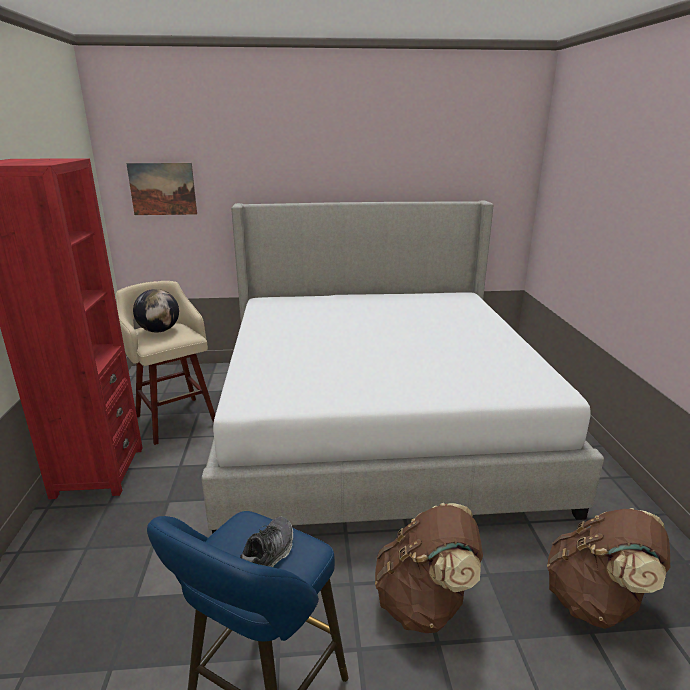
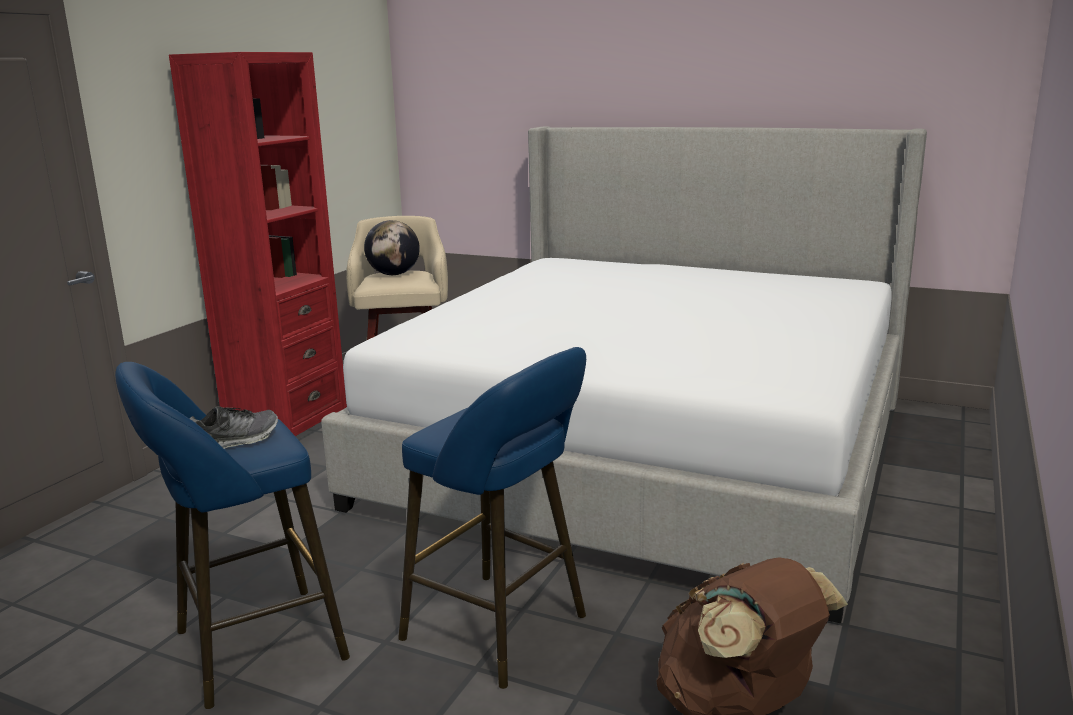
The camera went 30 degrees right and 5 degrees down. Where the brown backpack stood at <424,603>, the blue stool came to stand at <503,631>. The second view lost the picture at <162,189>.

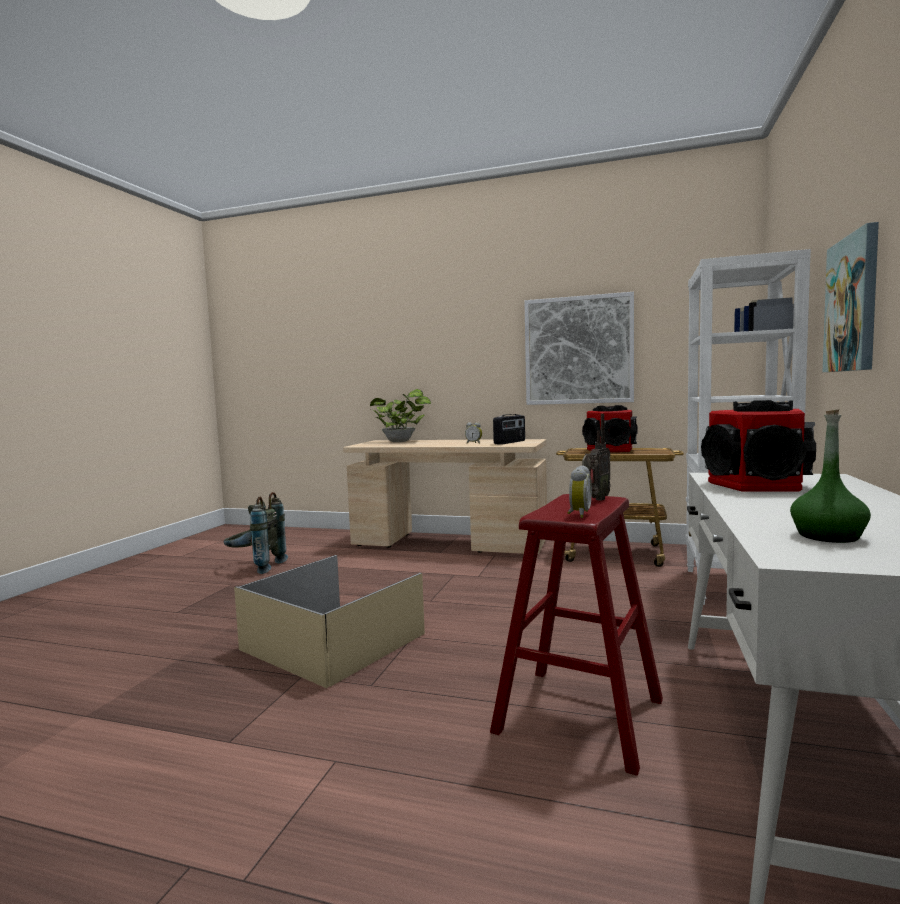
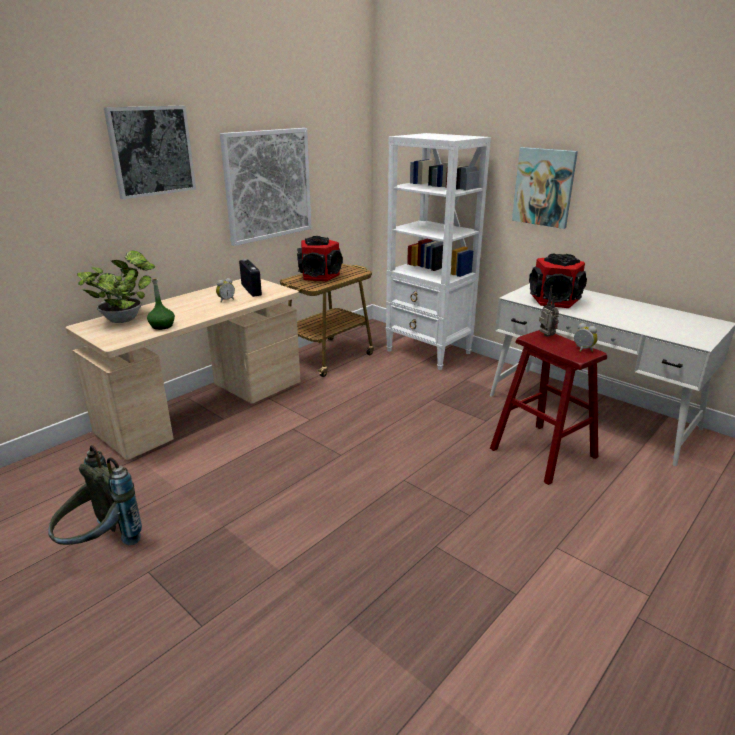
The camera went 65 degrees left and 20 degrees up. The second view gained the picture at <151,151>. The green bottle ended up elsewhere, having gone from <827,536> to <162,326>. The second view lost the beige storage box at <335,642>.

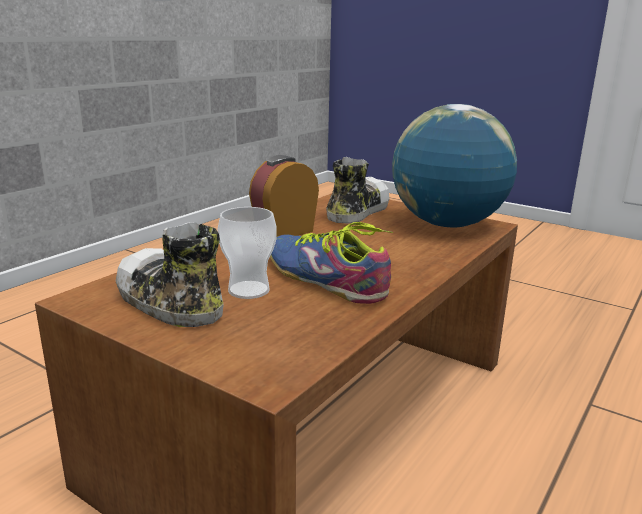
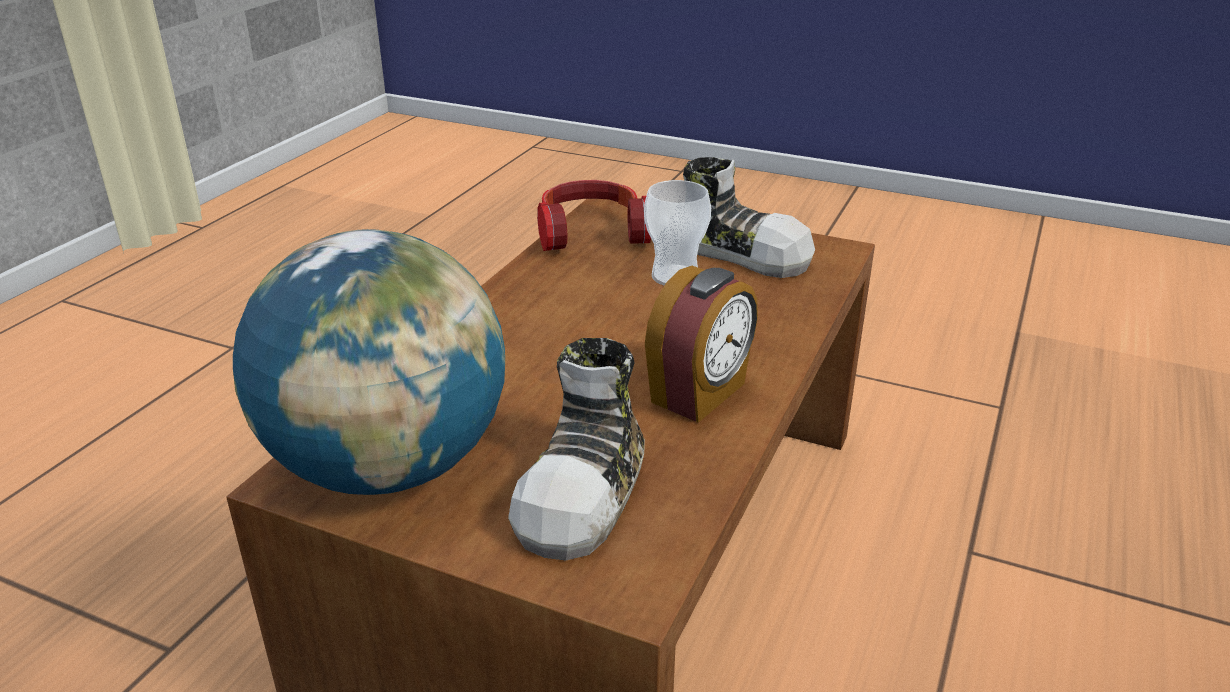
The camera went 170 degrees right and 10 degrees up. The second view gained the headphones at <591,232>. The second view lost the shoe at <324,279>.

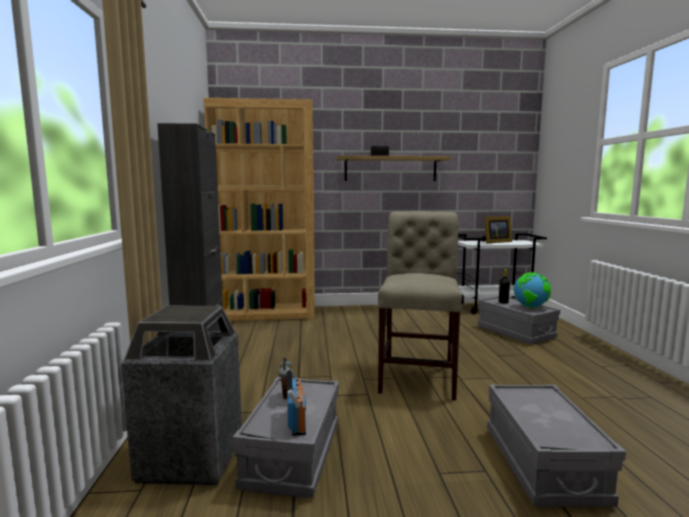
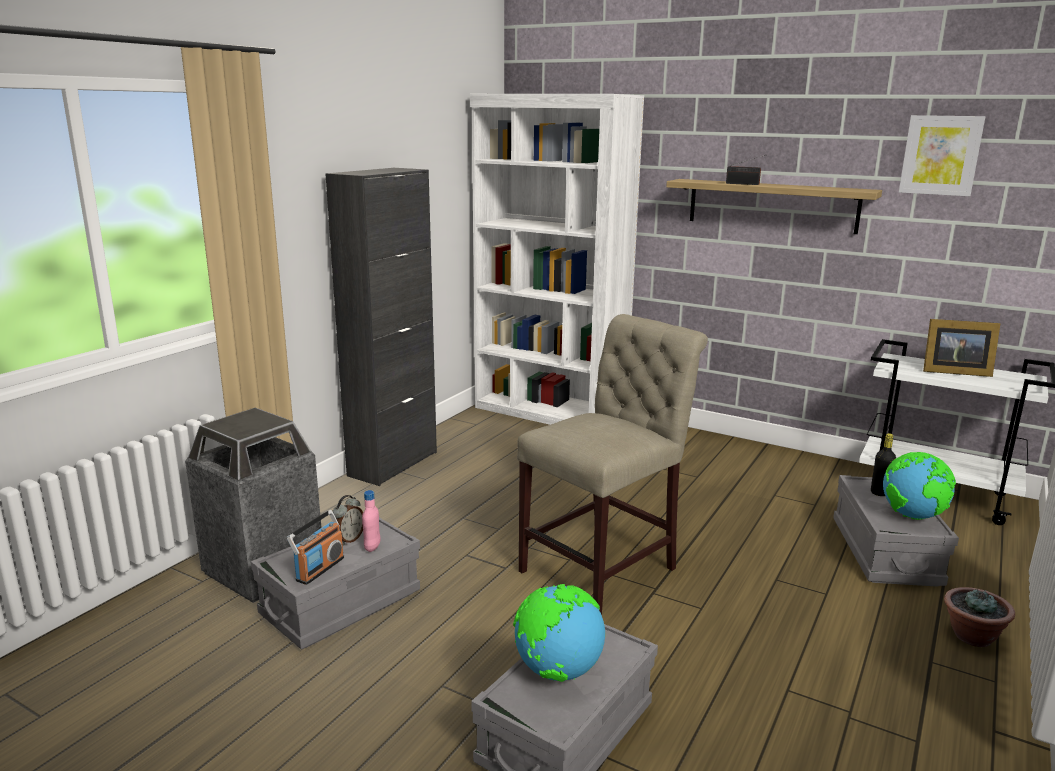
The camera went 35 degrees right and 10 degrees up. The second view gained the pink bottle at <372,547>. What was the brown bookcase at <267,313> turned into the white bookcase at <549,412>. The second view gained the globe at <557,672>. The second view gained the picture at <940,155>. The second view gained the potted plant at <971,636>.

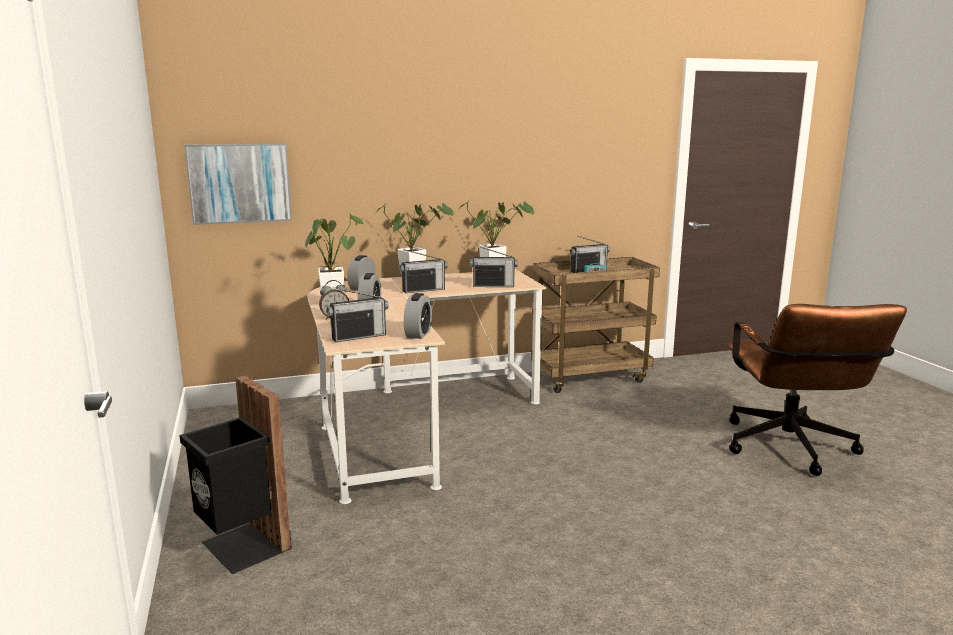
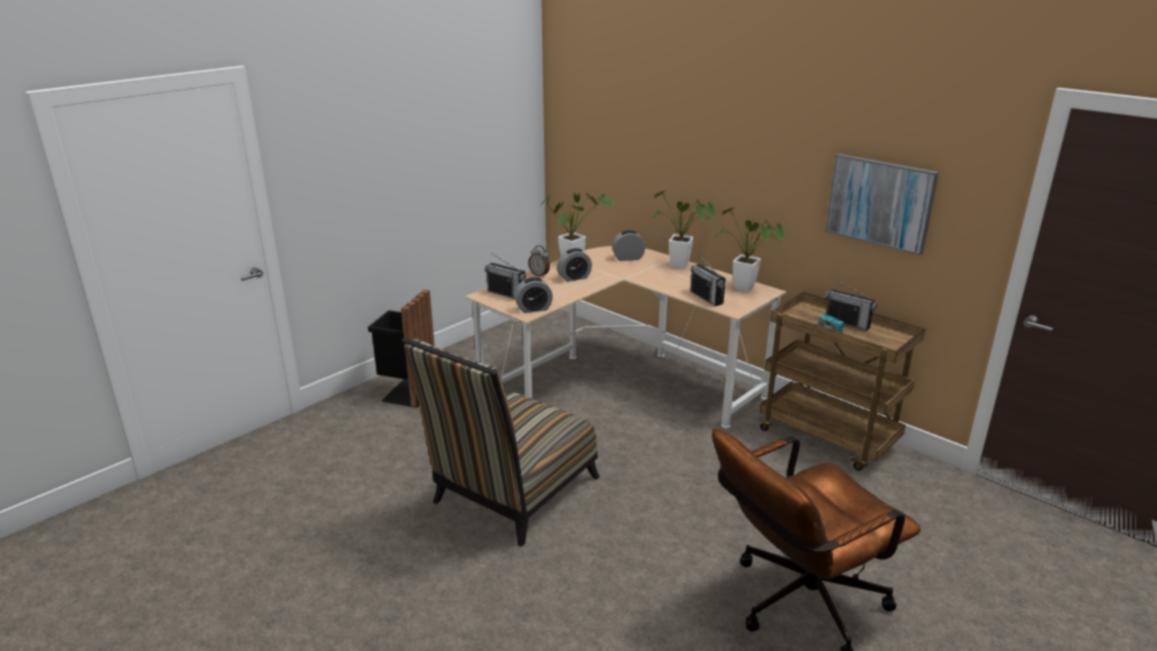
The camera went 60 degrees right and 10 degrees up. The second view gained the chair at <510,495>. The picture ended up elsewhere, having gone from <239,183> to <880,202>. The second view lost the radio at <423,290>.

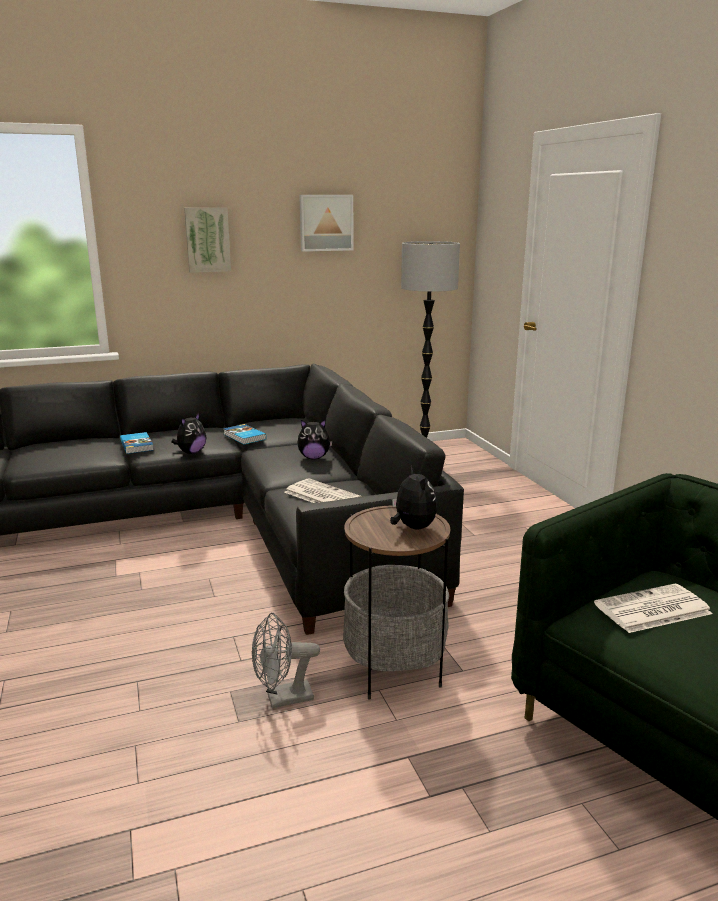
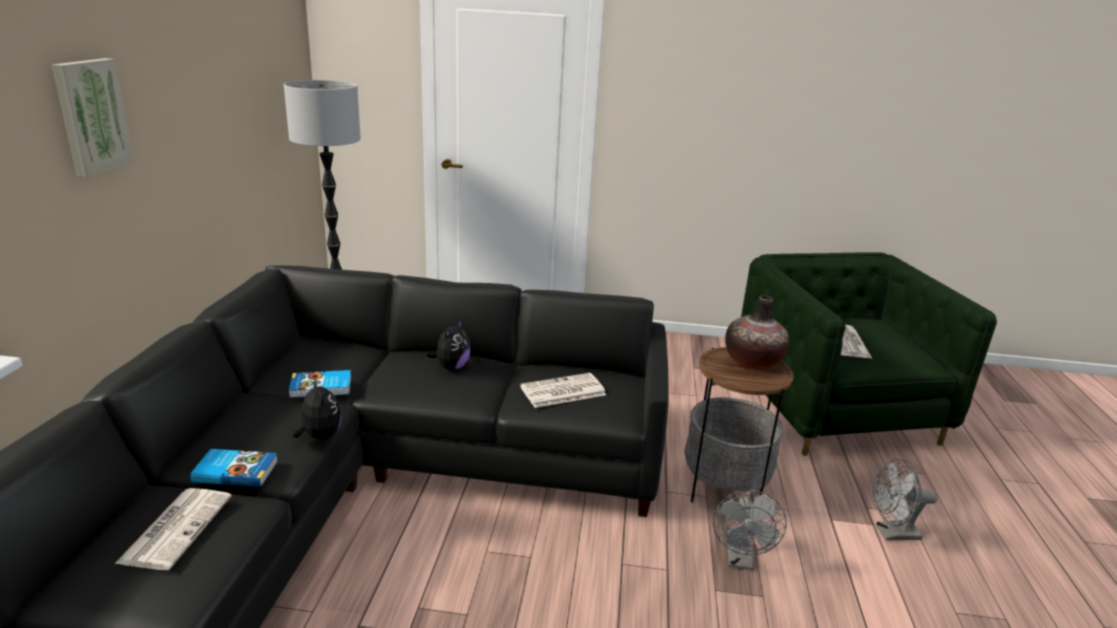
The camera went 65 degrees left and 5 degrees up. The second view gained the newspaper at <176,527>. Where the plush toy stood at <412,527>, the vase came to stand at <752,362>. The second view gained the grey fan at <891,533>. The second view lost the picture at <326,223>.

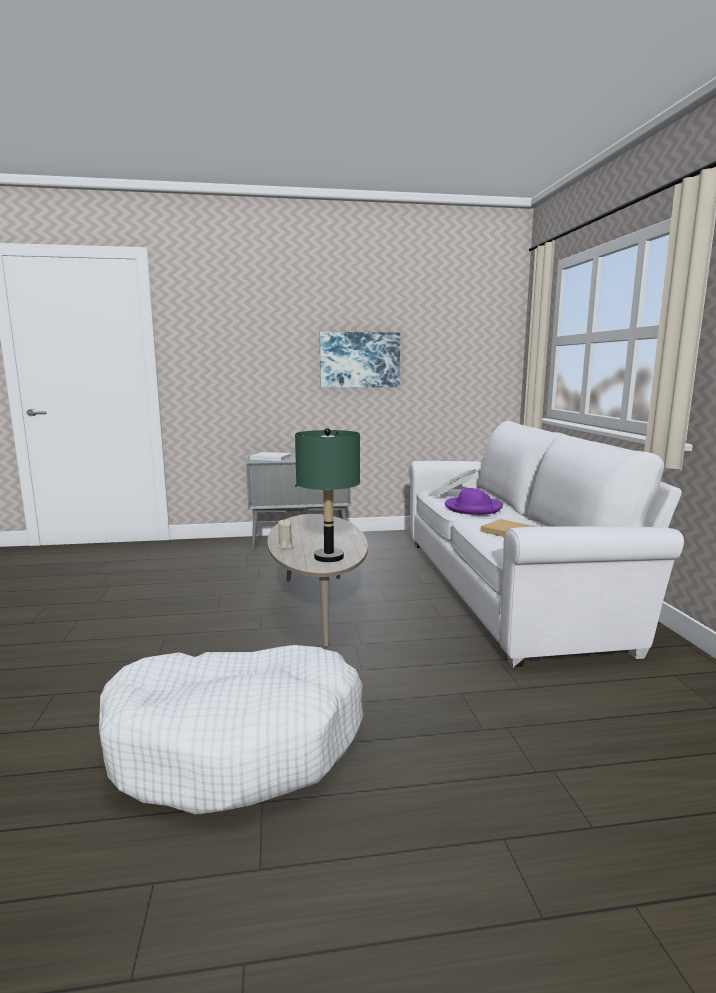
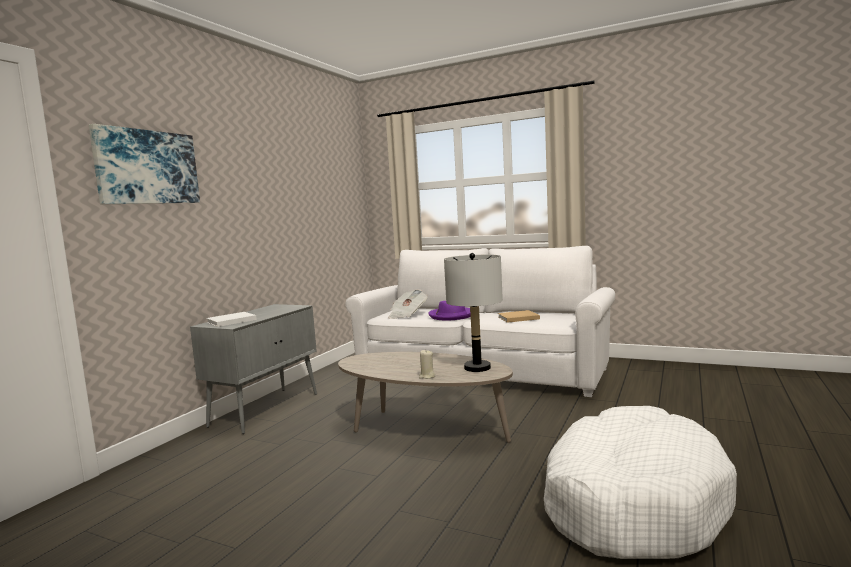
The camera went 55 degrees left and 5 degrees down. The picture ended up elsewhere, having gone from <359,360> to <147,167>. What was the green table lamp at <328,557> turned into the grey table lamp at <477,368>.

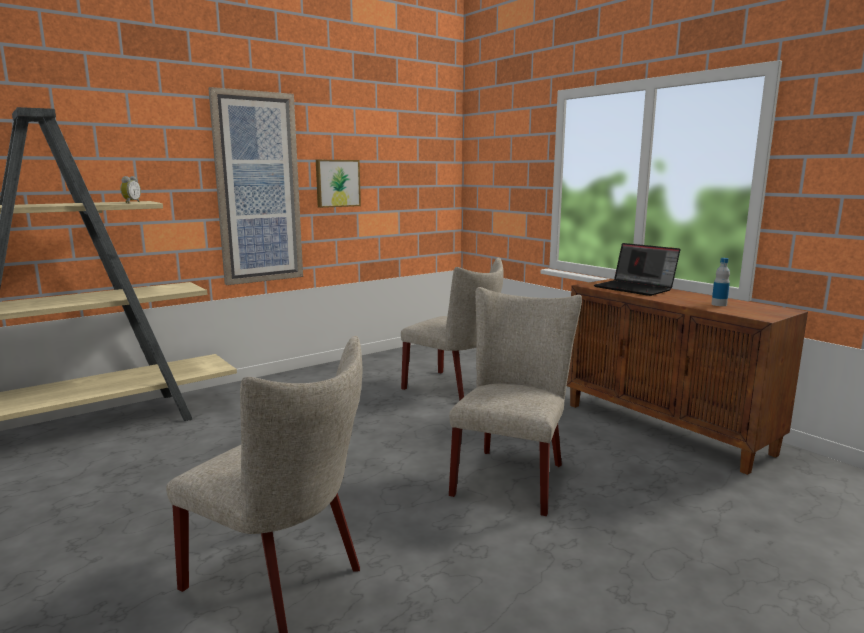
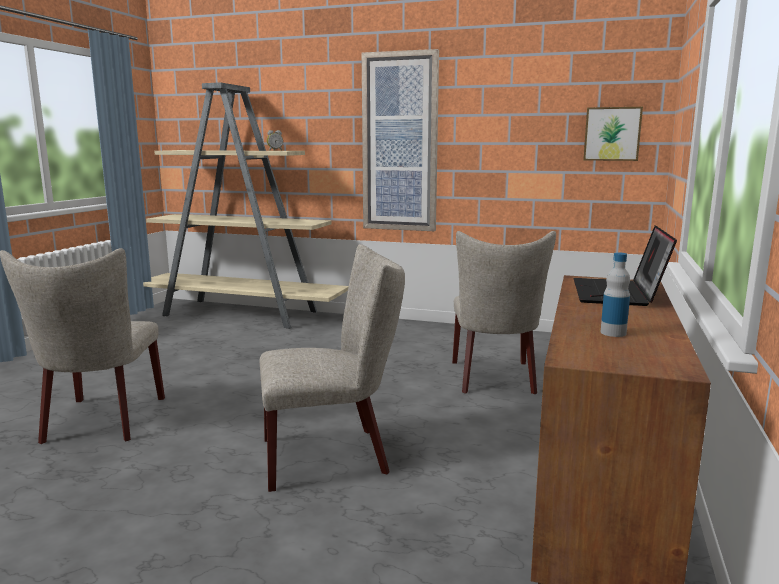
The camera went 55 degrees right and 0 degrees up. The picture ended up elsewhere, having gone from <337,183> to <612,134>.

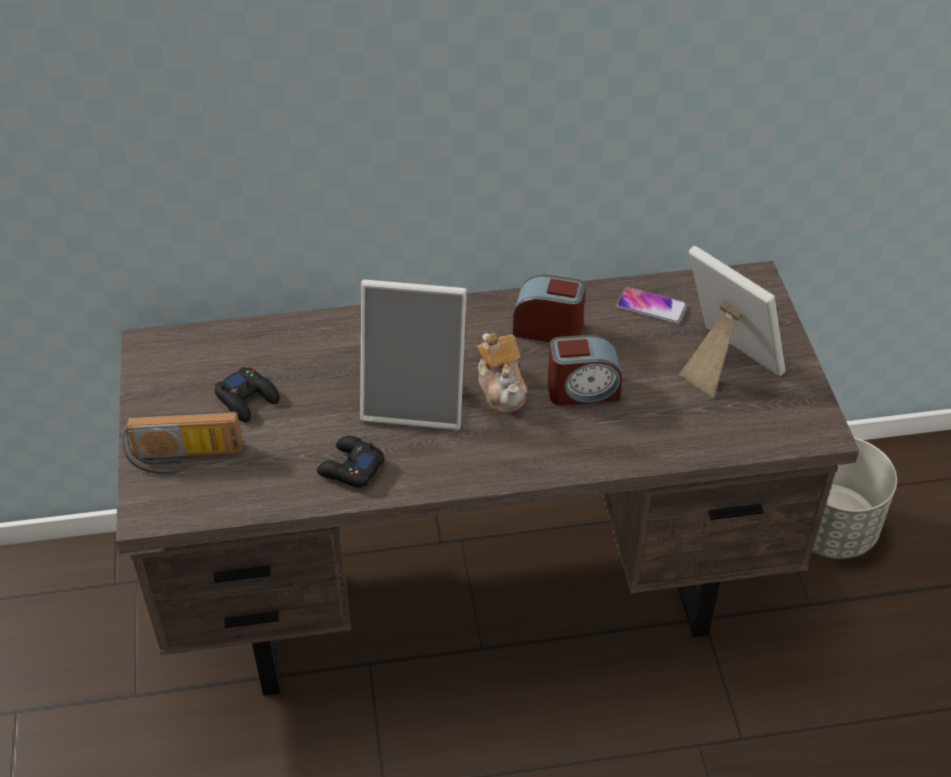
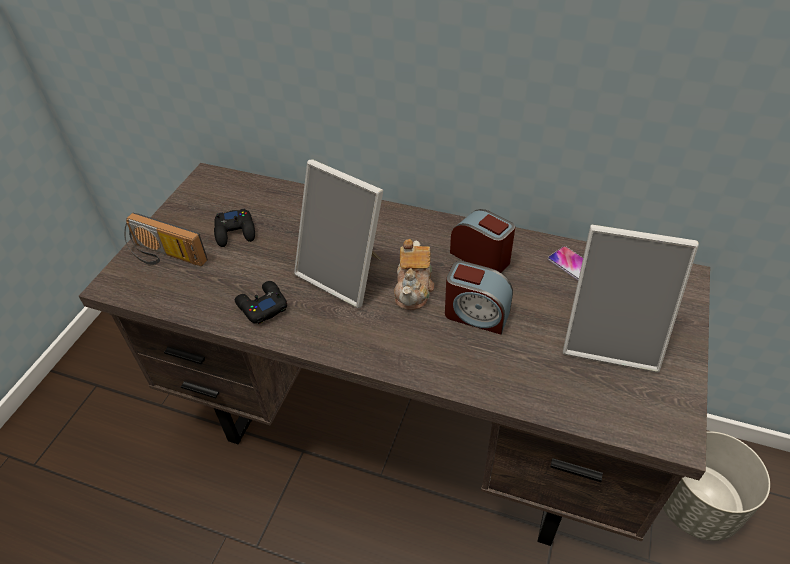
The camera went 30 degrees right and 0 degrees up. The picture frame at <723,365> ended up facing another way, 120 degrees clockwise from before.

